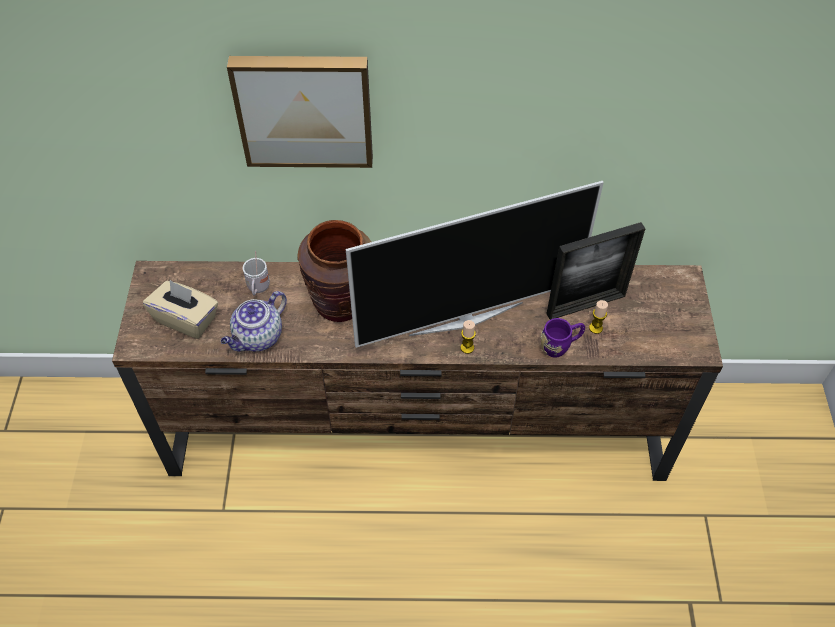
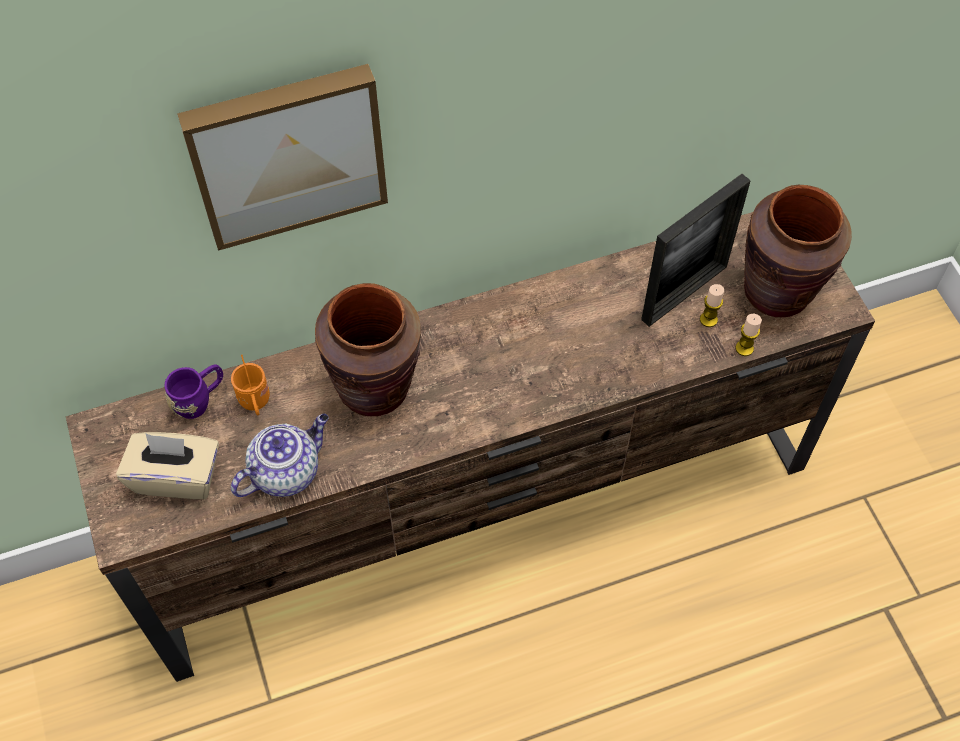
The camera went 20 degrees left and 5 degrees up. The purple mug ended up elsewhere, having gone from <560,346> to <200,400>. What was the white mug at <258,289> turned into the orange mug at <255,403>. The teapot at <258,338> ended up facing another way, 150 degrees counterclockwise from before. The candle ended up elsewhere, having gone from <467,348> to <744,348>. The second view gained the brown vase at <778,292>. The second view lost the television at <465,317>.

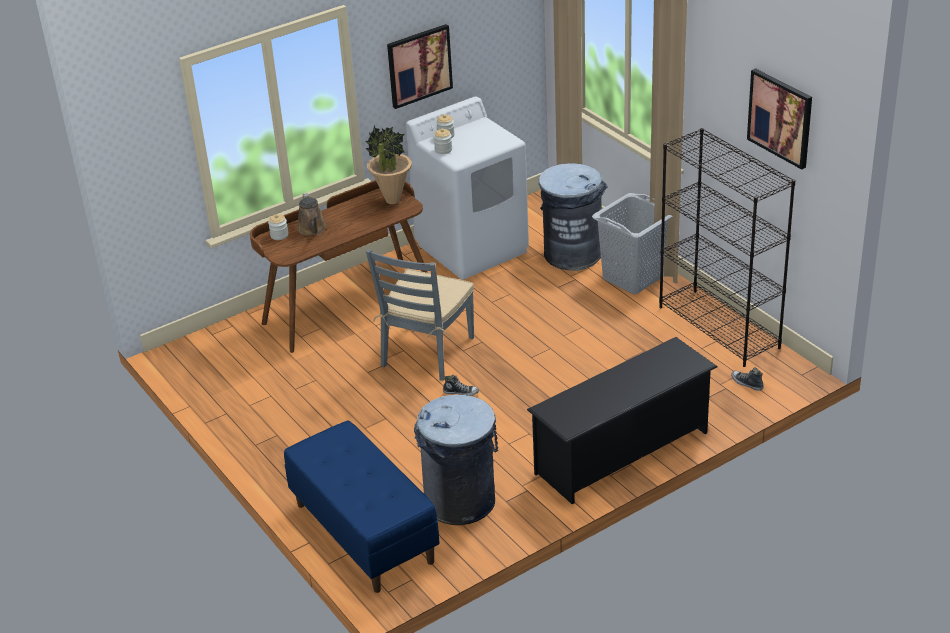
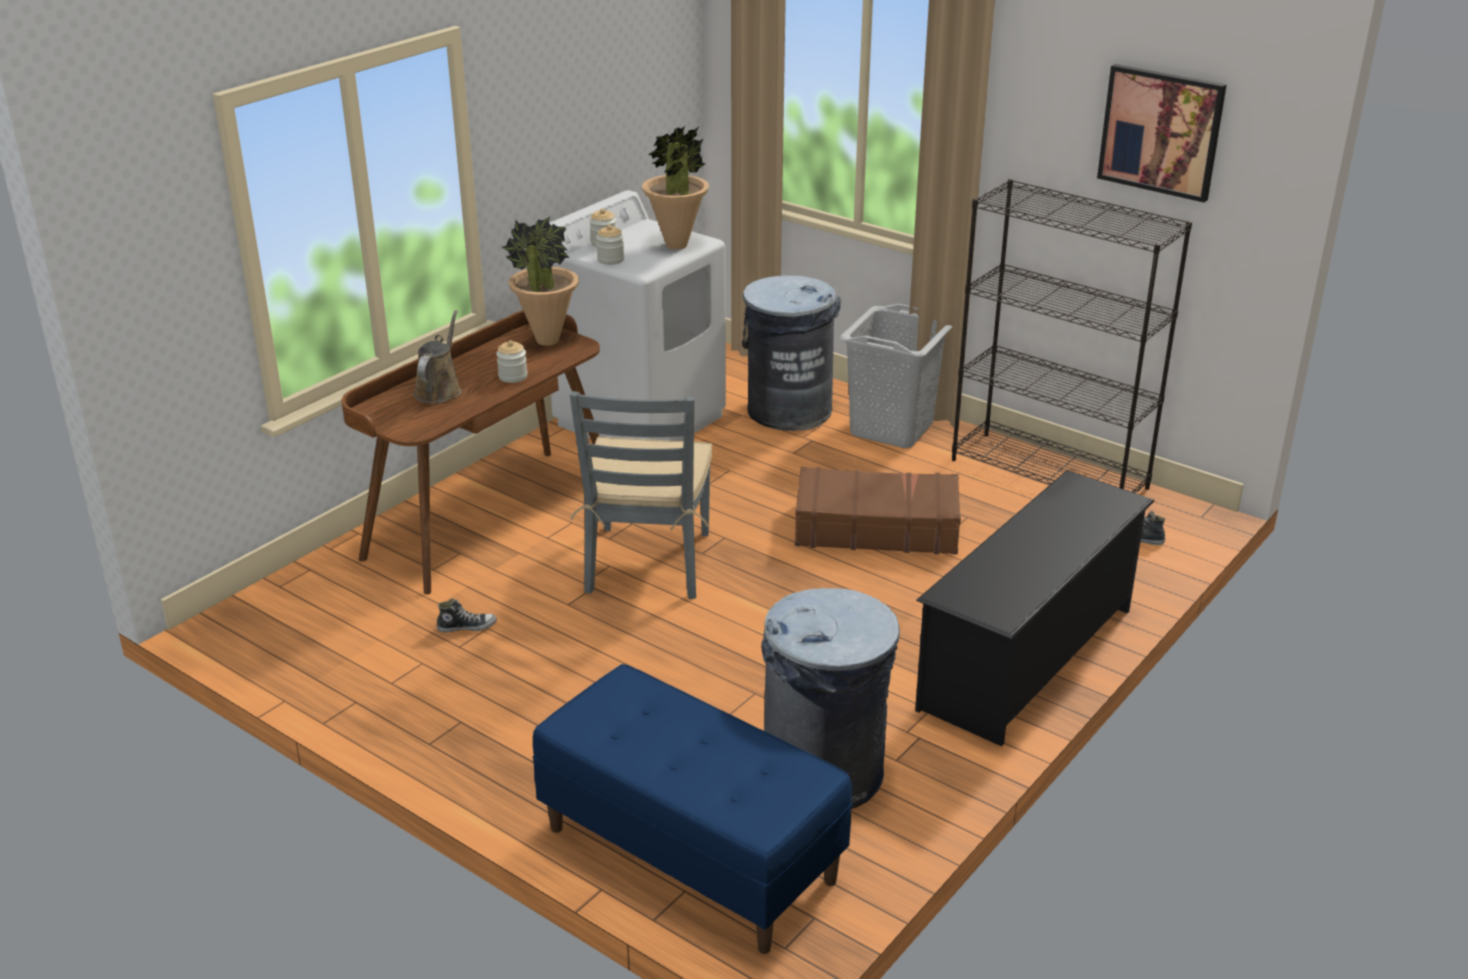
The camera went 20 degrees left and 5 degrees down. The brown watering can at <312,229> ended up facing another way, 135 degrees counterclockwise from before. The shoe ended up elsewhere, having gone from <461,392> to <467,627>. The jar ended up elsewhere, having gone from <279,235> to <513,376>. The second view gained the potted plant at <676,245>. The second view gained the brown suitcase at <876,527>. The second view lost the picture at <419,65>.

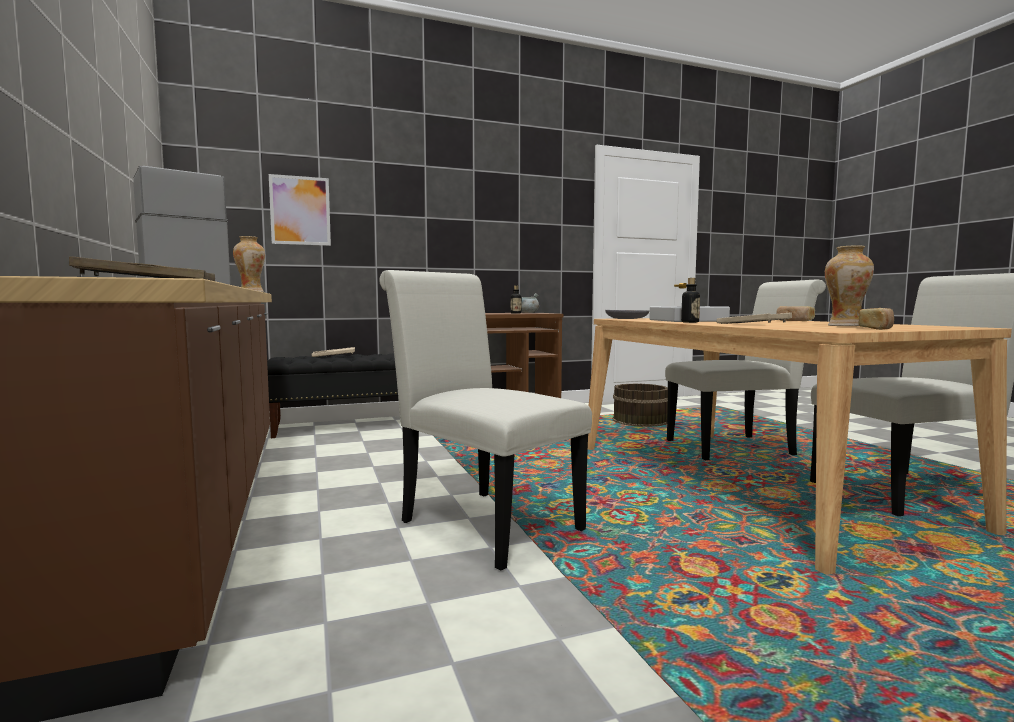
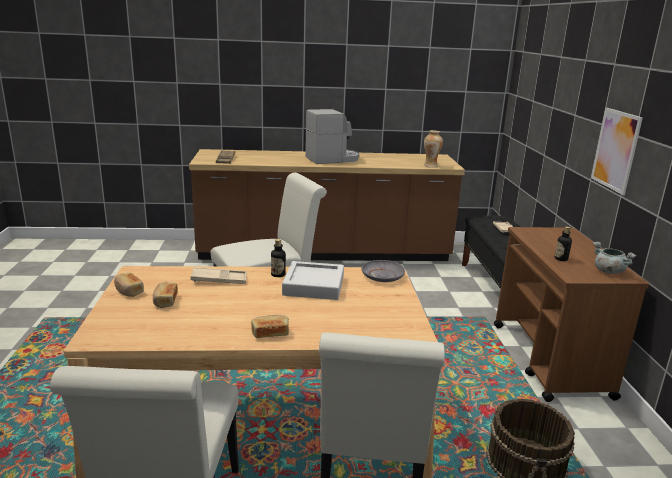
The camera went 105 degrees right and 15 degrees up. Where the vase stood at <845,326>, the bread came to stand at <165,301>. The picture ended up elsewhere, having gone from <300,210> to <615,150>.

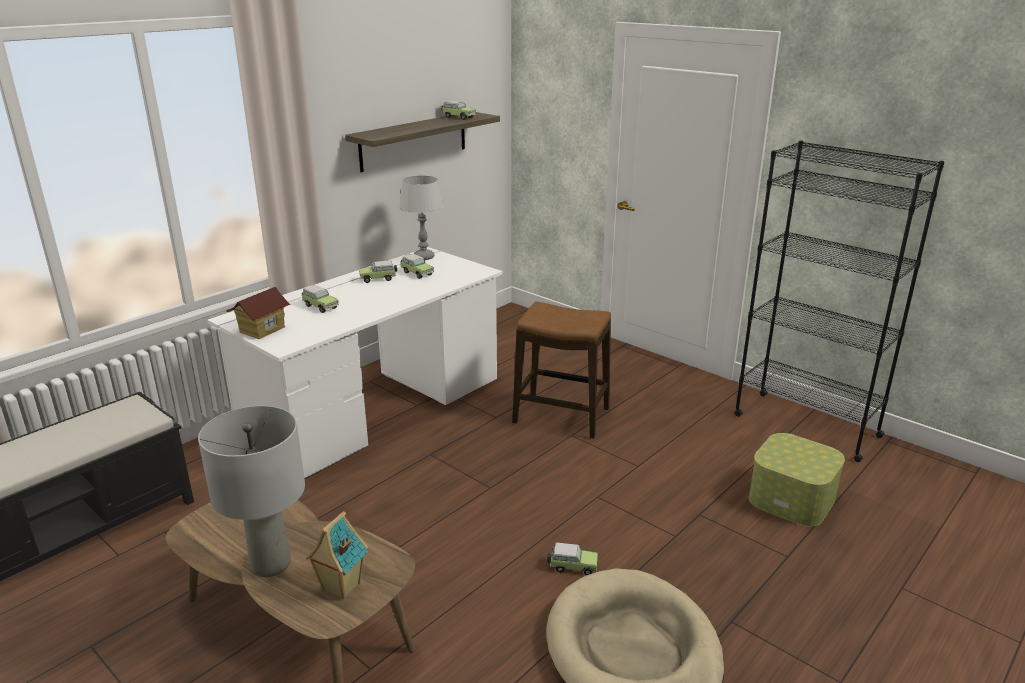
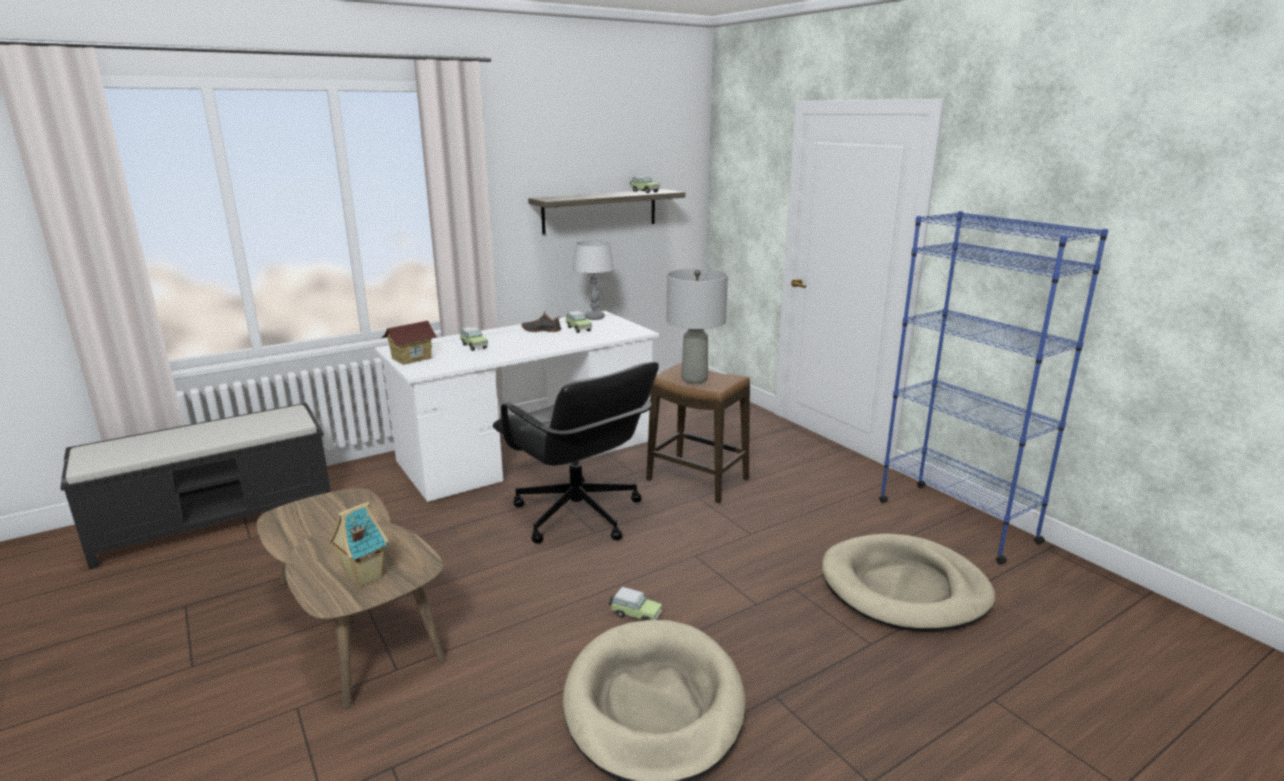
The camera went 15 degrees right and 5 degrees down. The second view gained the black office chair at <577,515>. Where the toy car stood at <379,279>, the black shoe came to stand at <541,330>. The grey table lamp ended up elsewhere, having gone from <271,564> to <695,379>. Where the storage box stood at <791,498>, the beige dog bed came to stand at <904,588>. What was the black bookcase at <805,425> turned into the blue bookcase at <955,521>.

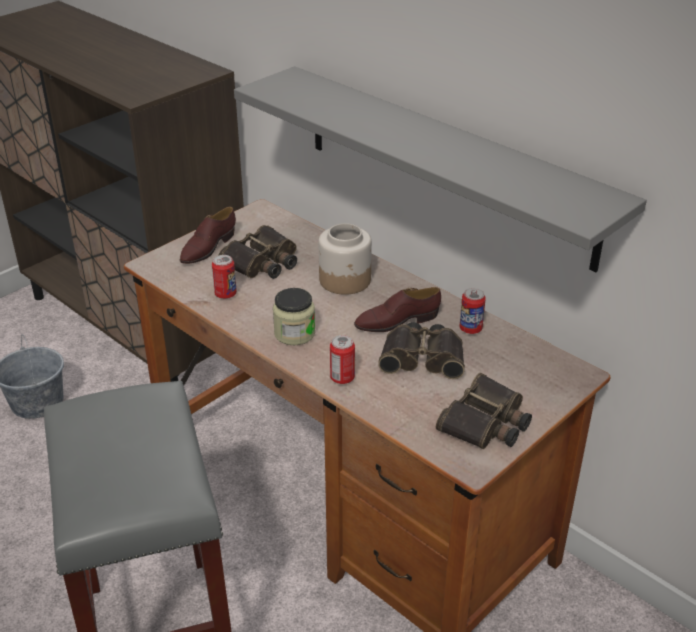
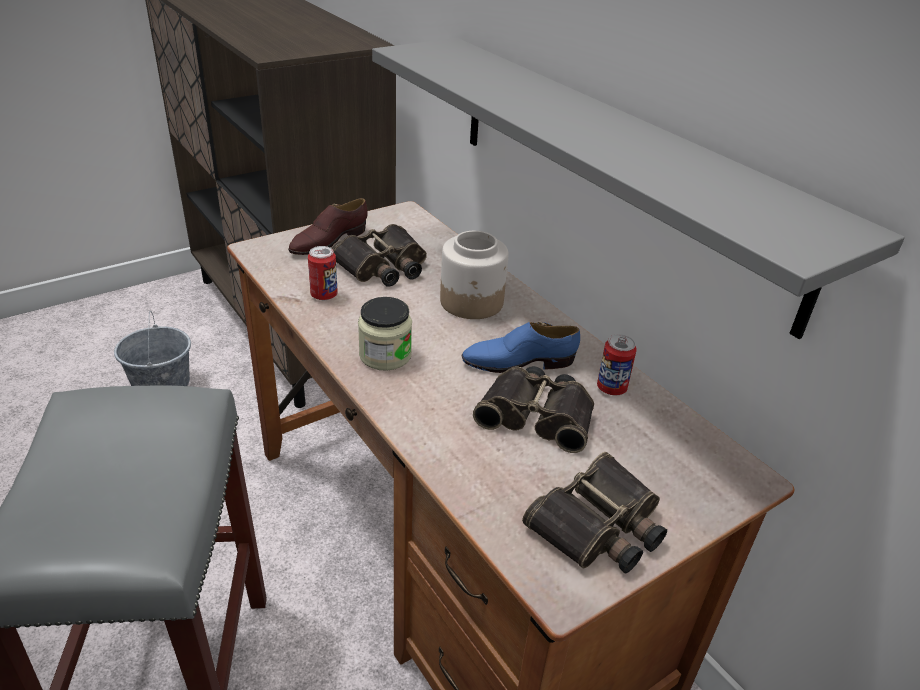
The camera went 10 degrees right and 0 degrees up. What was the brown shoe at <396,321> turned into the blue shoe at <518,362>. The second view lost the can at <342,378>.

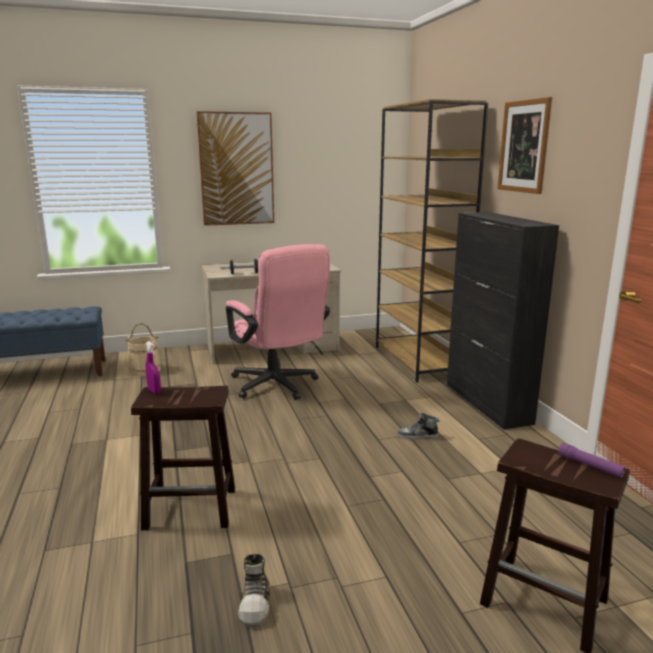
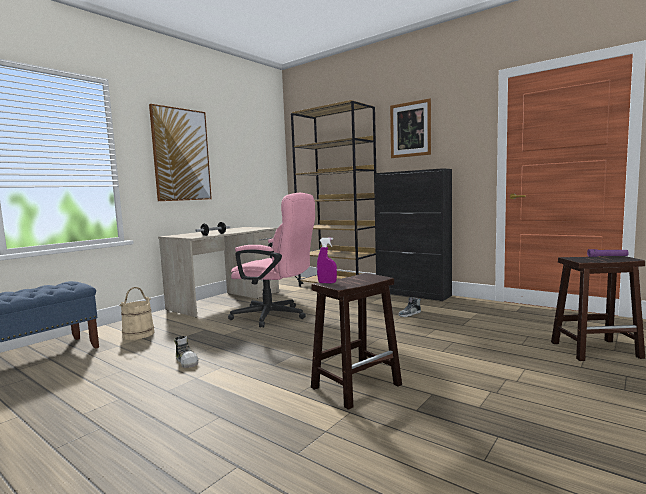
The camera went 35 degrees left and 10 degrees down. The shoe ended up elsewhere, having gone from <256,603> to <187,361>.

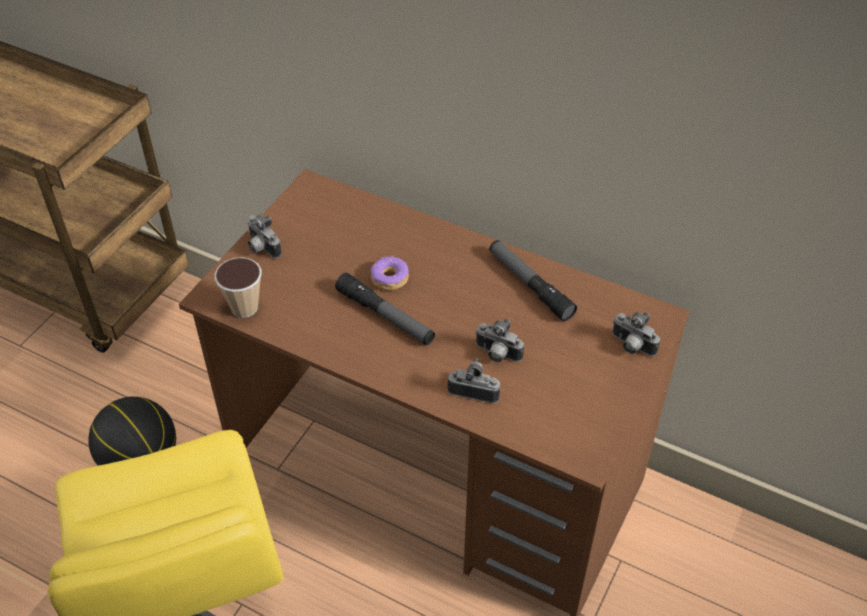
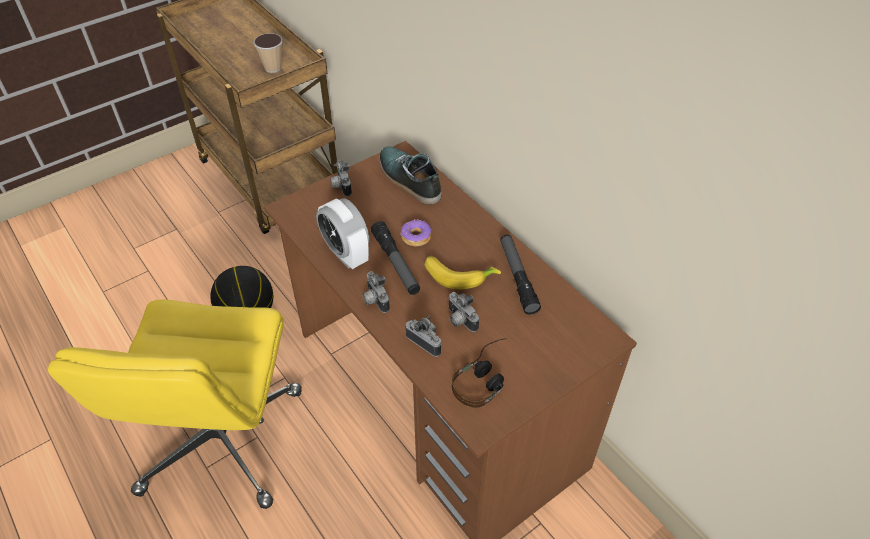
The camera went 25 degrees right and 0 degrees up. The cup ended up elsewhere, having gone from <244,307> to <273,68>. The second view gained the alarm clock at <346,254>. The photo camera ended up elsewhere, having gone from <631,346> to <374,300>. The second view gained the shoe at <408,179>. The second view gained the banana at <458,275>. The second view gained the headphones at <485,379>.

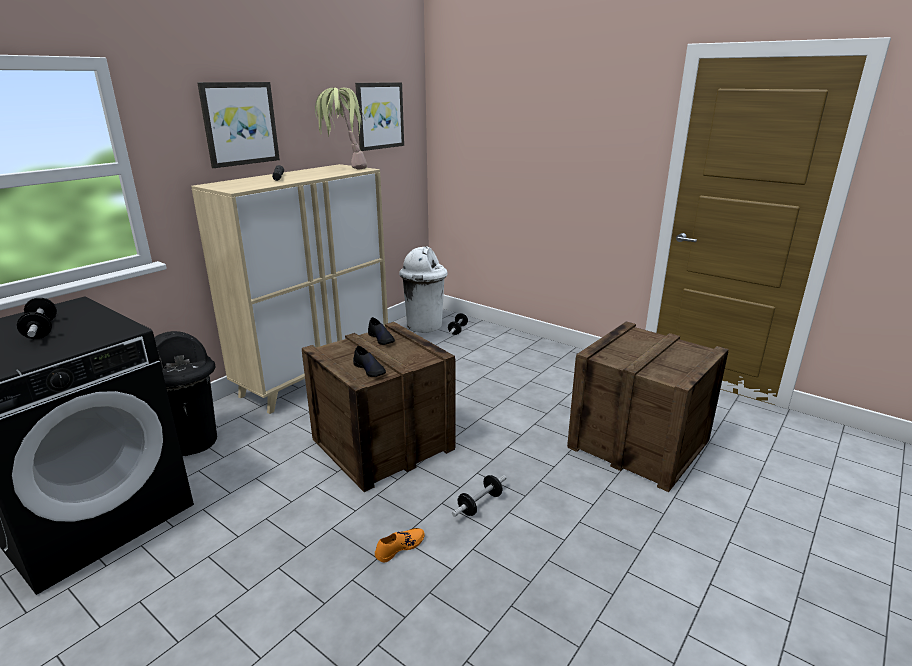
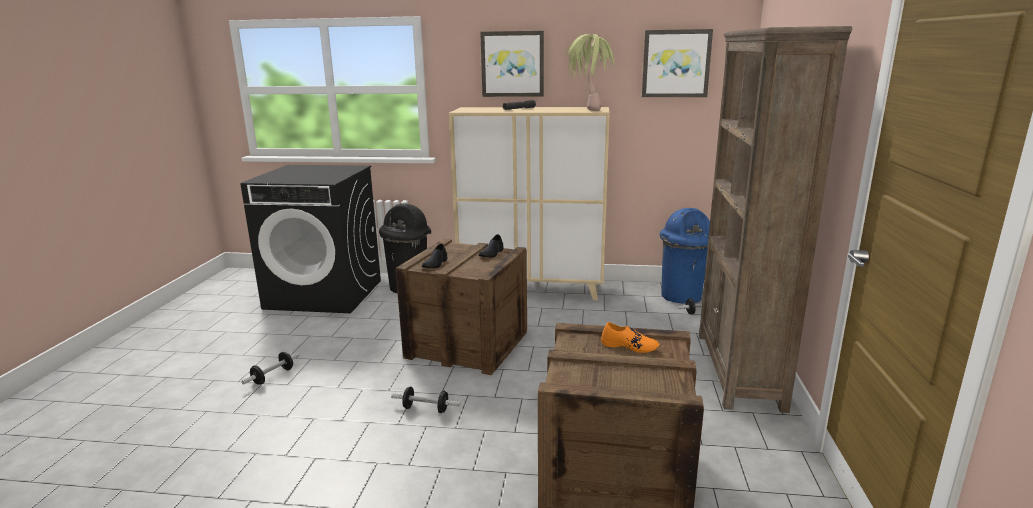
The camera went 60 degrees right and 5 degrees down. The dumbbell ended up elsewhere, having gone from <41,330> to <273,376>. The orange shoe ended up elsewhere, having gone from <400,547> to <629,346>. What was the white trash can at <424,326> turned into the blue trash can at <682,296>. The second view gained the brown bookcase at <739,370>.

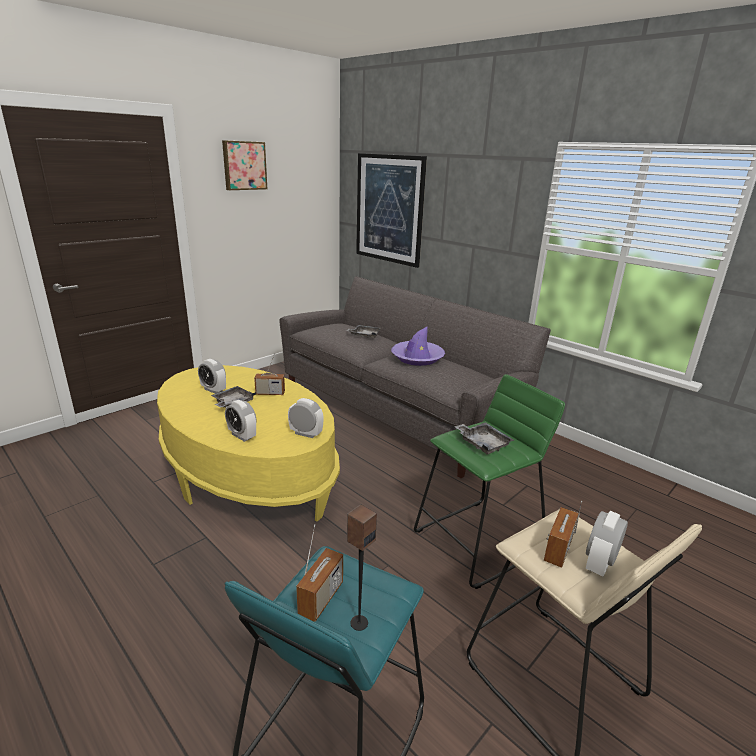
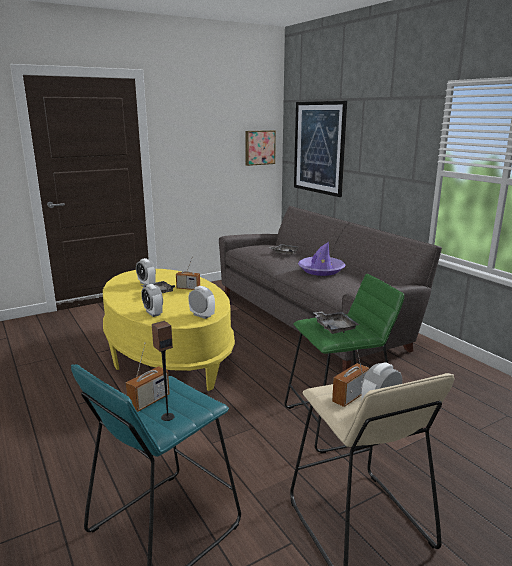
The camera went 15 degrees right and 5 degrees down. The picture ended up elsewhere, having gone from <244,165> to <259,147>.

